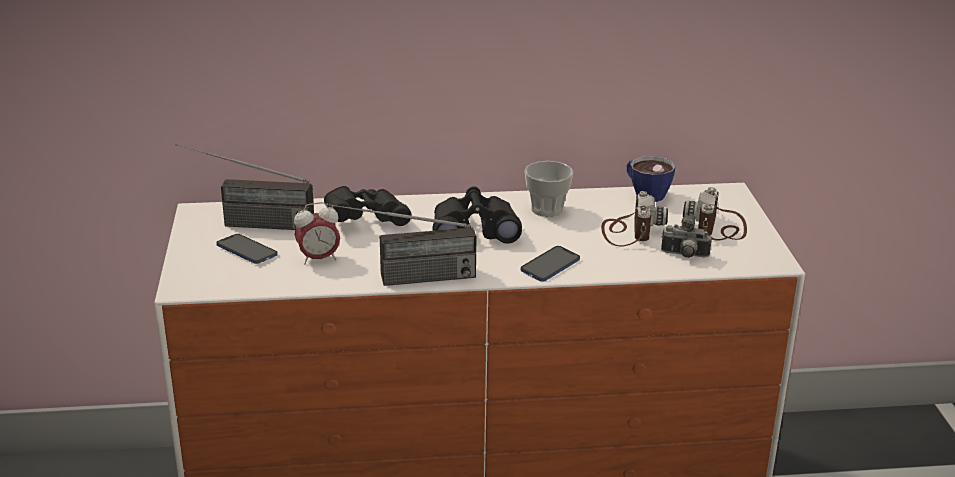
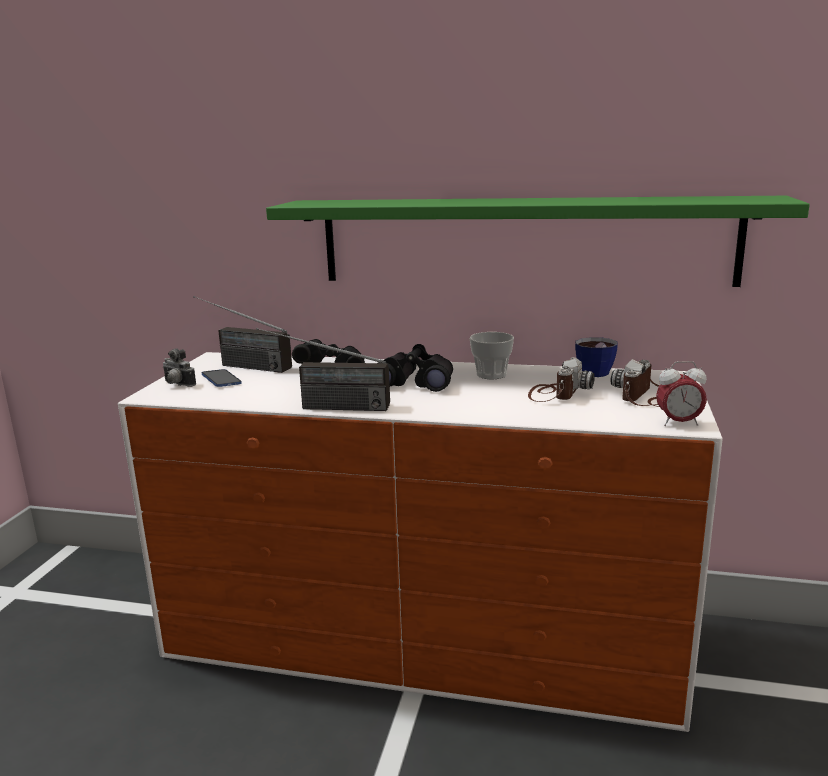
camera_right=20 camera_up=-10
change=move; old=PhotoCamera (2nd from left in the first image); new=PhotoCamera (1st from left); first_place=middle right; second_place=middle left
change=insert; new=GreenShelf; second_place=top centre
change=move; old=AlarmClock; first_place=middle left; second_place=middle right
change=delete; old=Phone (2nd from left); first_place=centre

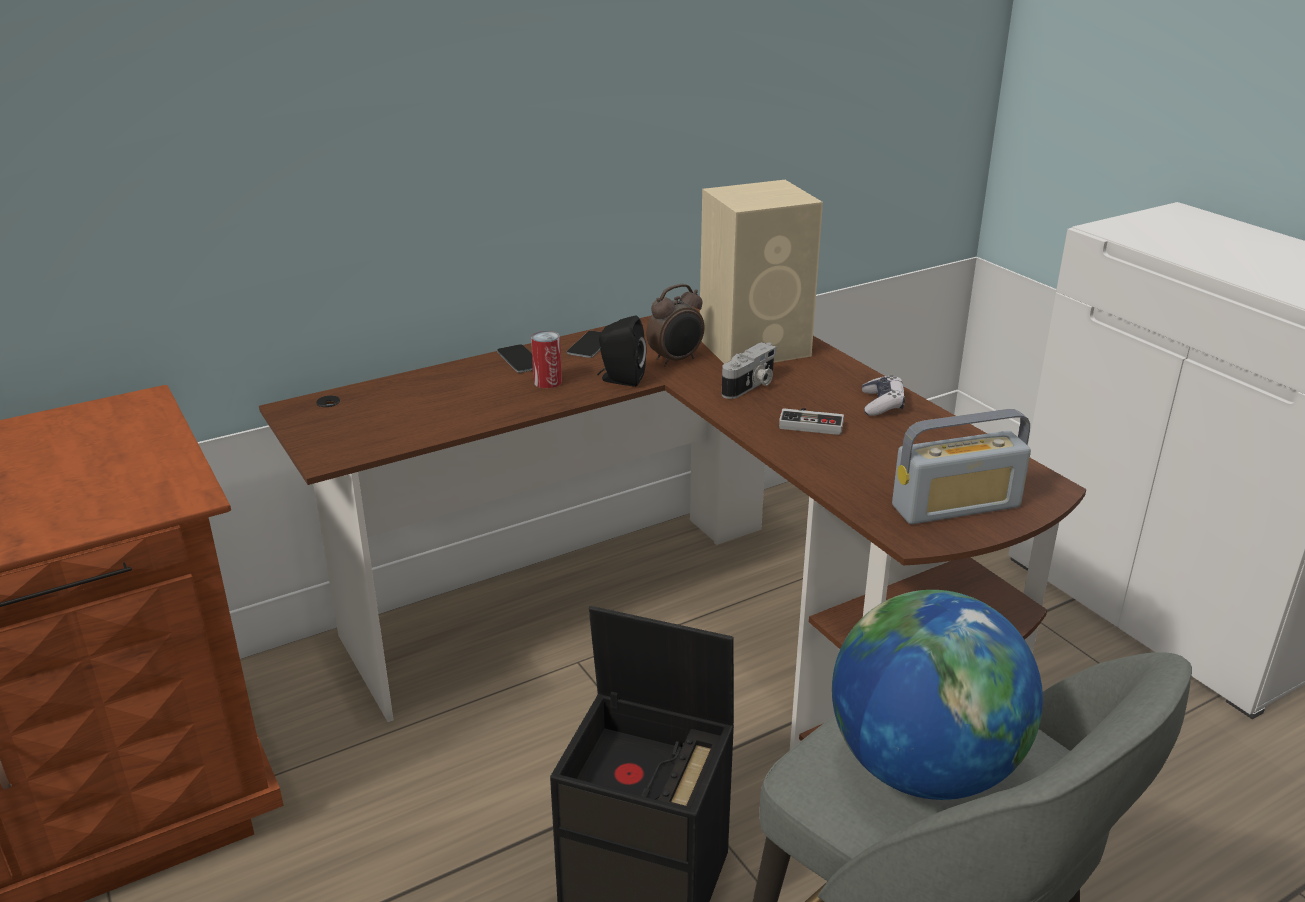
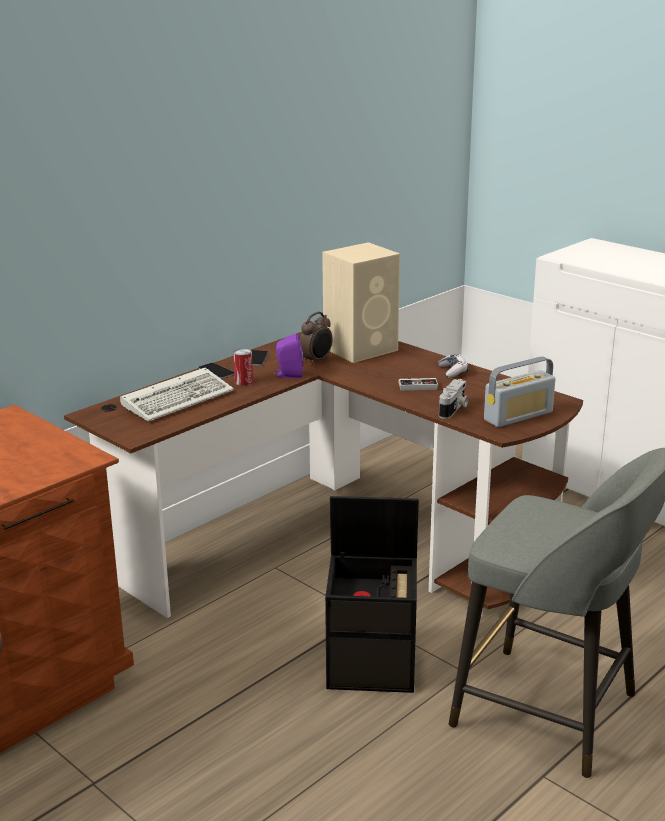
camera_right=-15 camera_up=-5
change=insert; new=Keyboard; second_place=middle left
change=recolor; old=BlackSpeaker; new=PurpleSpeaker; first_place=centre; second_place=centre
change=move; old=PhotoCamera; first_place=centre; second_place=middle right
change=delete; old=Globe; first_place=bottom right

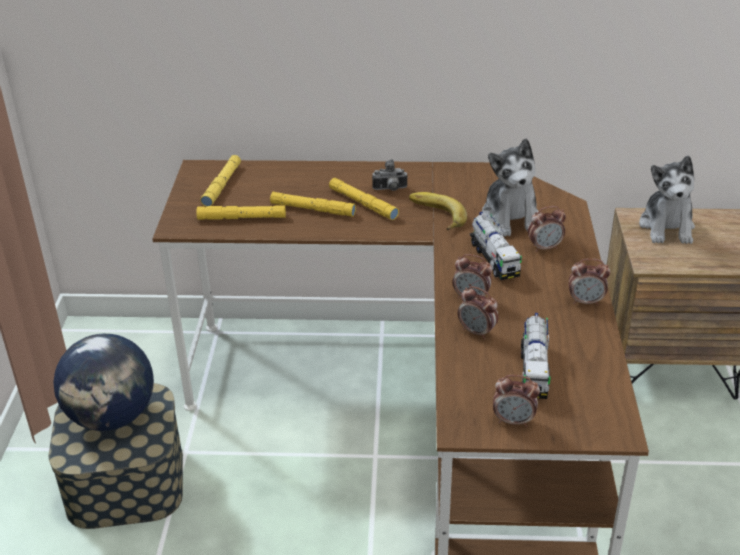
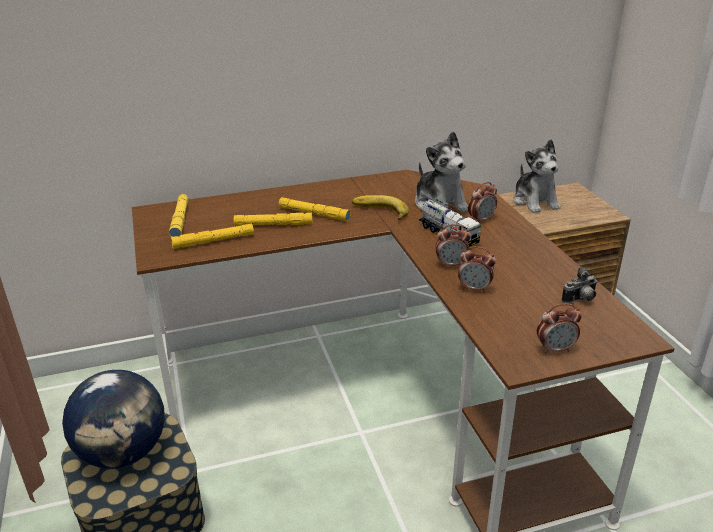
camera_right=-20 camera_up=-5
change=move; old=PhotoCamera; first_place=top centre; second_place=middle right
change=delete; old=ToyTruck (2nd from left); first_place=middle right
change=delete; old=AlarmClock (5th from left); first_place=middle right

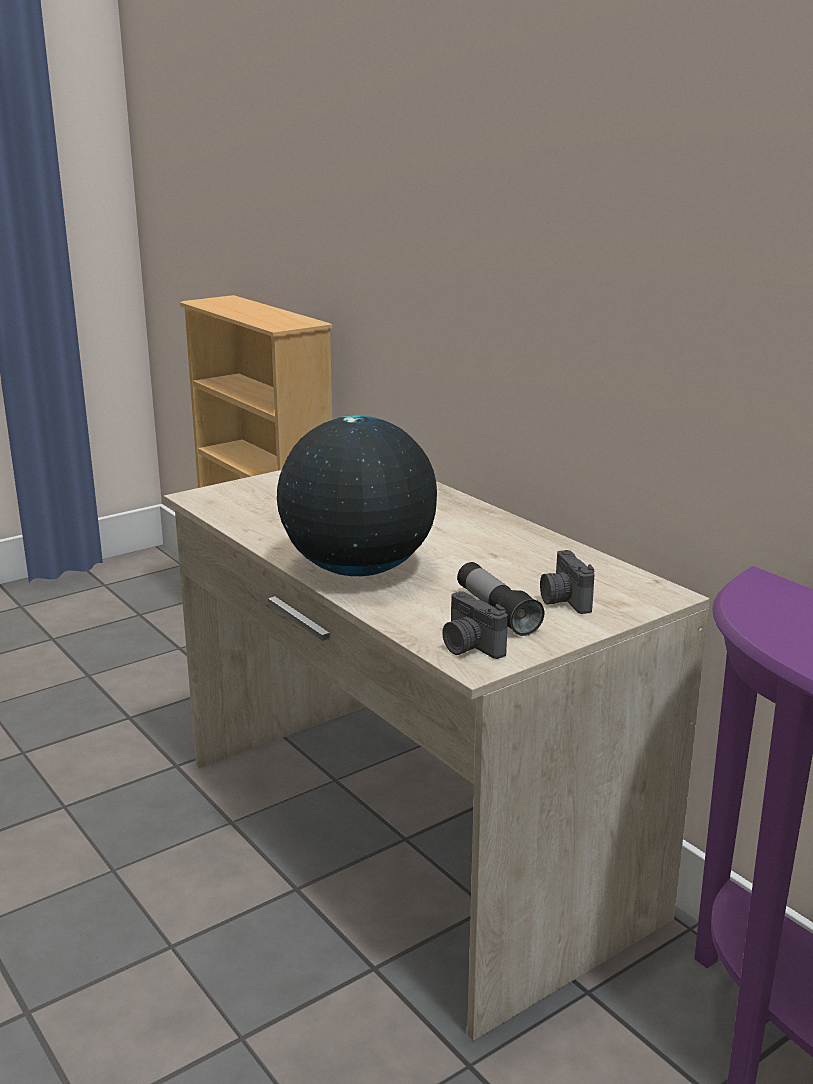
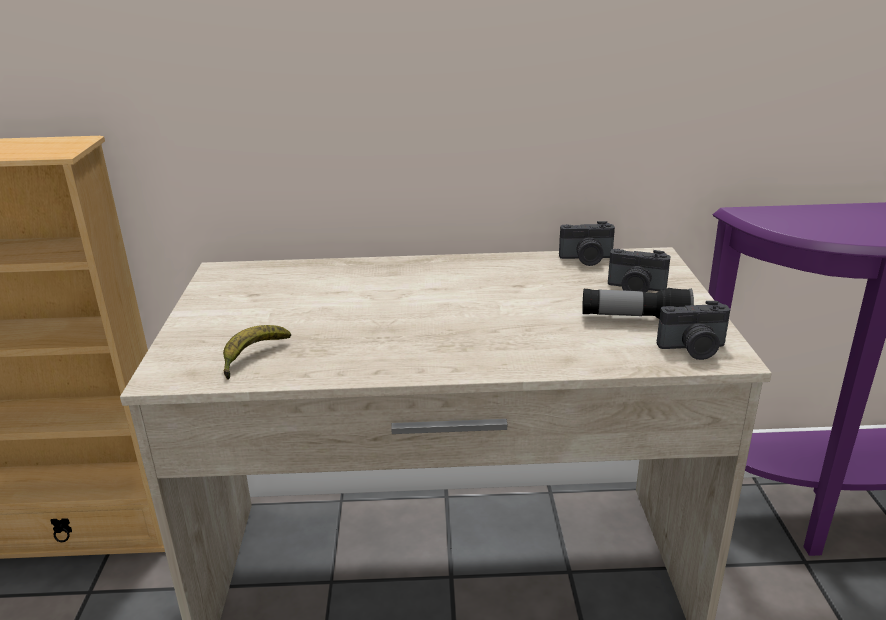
camera_right=-55 camera_up=5
change=insert; new=Banana; second_place=middle left
change=insert; new=PhotoCamera (1st from left); second_place=centre
change=delete; old=Globe; first_place=centre

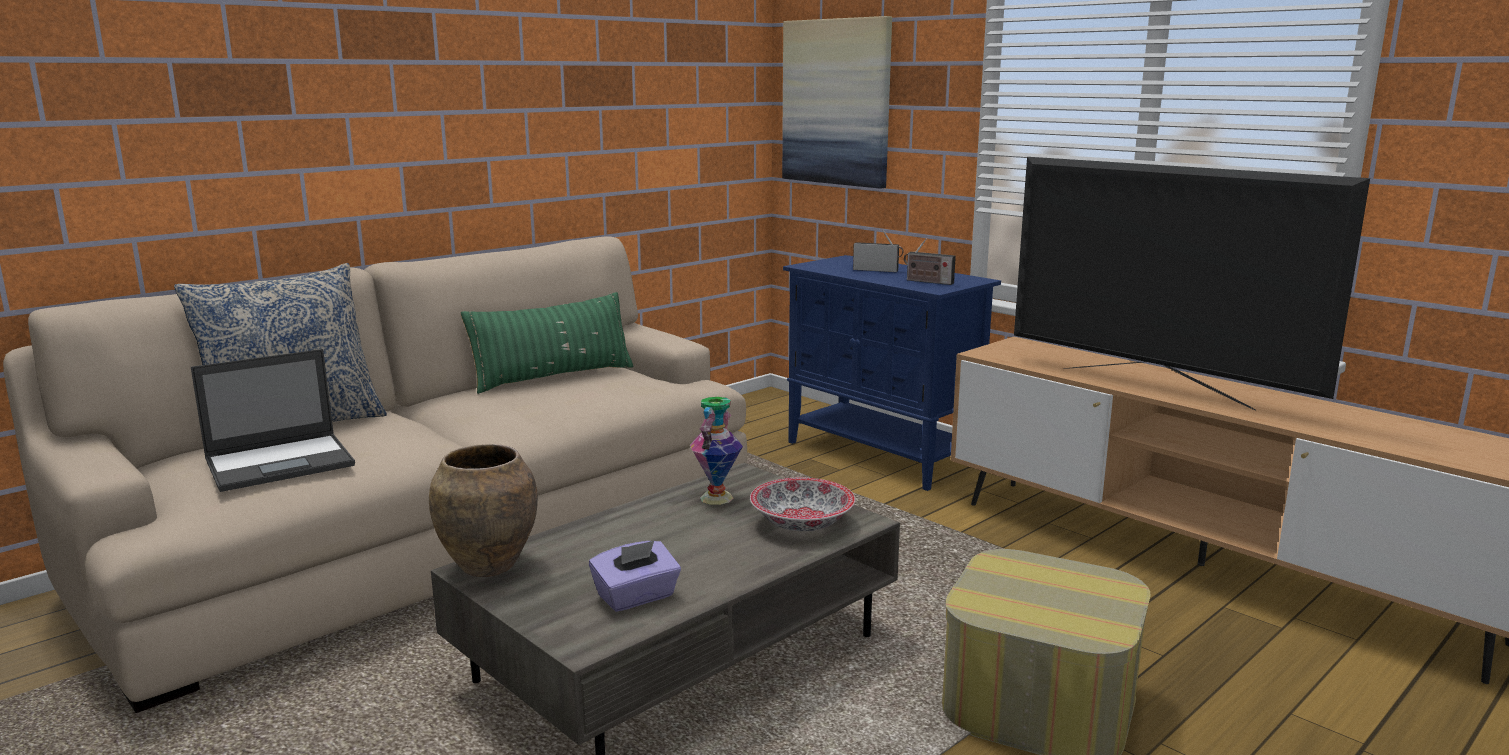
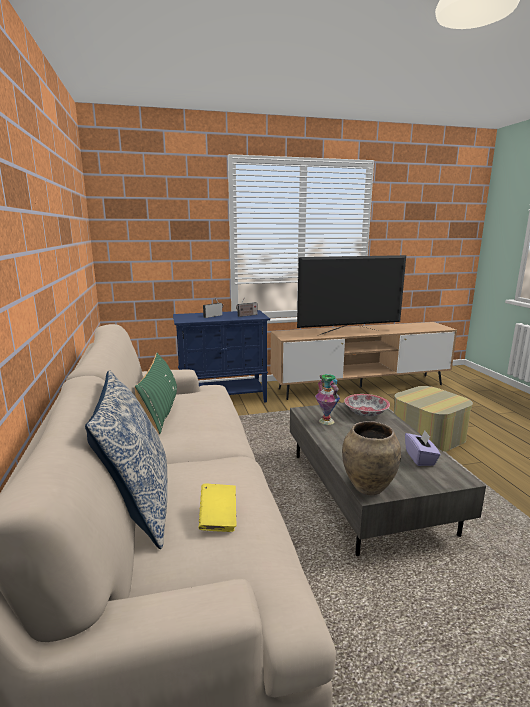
camera_right=-60 camera_up=0
change=replace; old=Laptop; new=YellowBook; first_place=middle left; second_place=bottom centre
change=delete; old=Picture; first_place=top centre

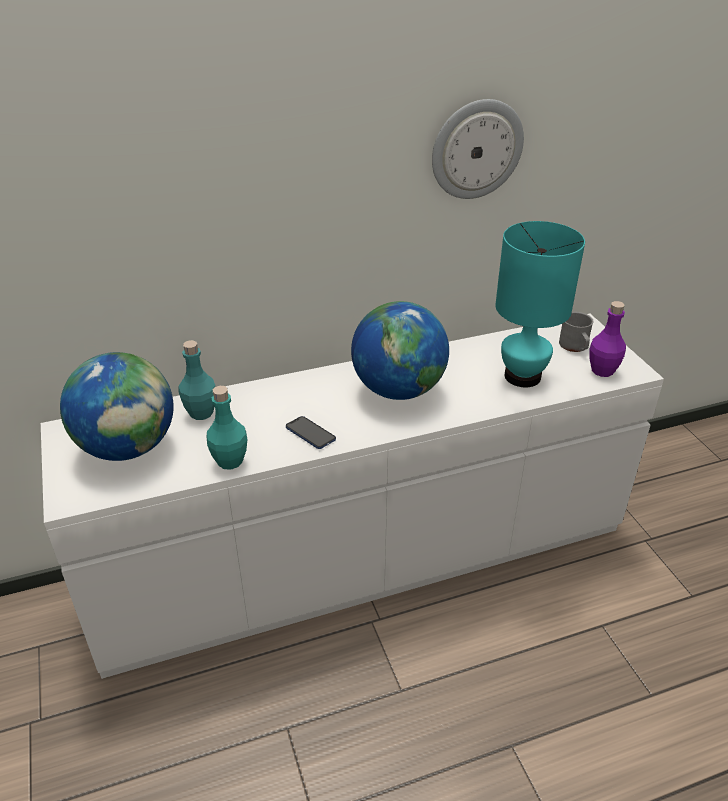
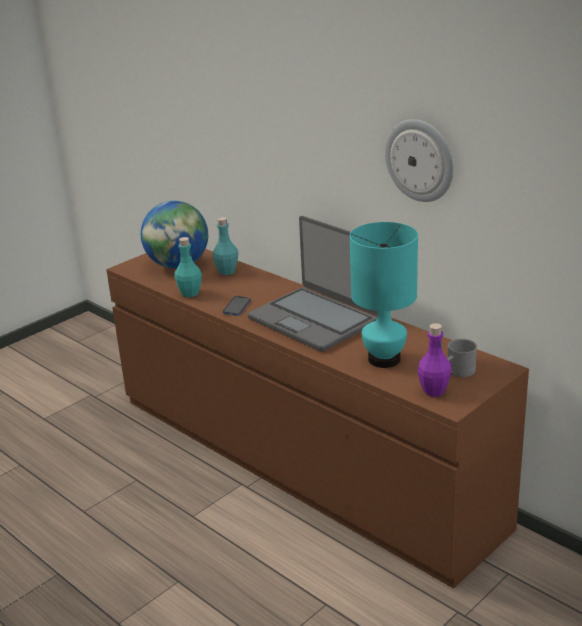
camera_right=65 camera_up=-10
change=recolor; old=WhiteDresser; new=BrownDresser; first_place=centre; second_place=bottom centre
change=replace; old=Globe (2nd from left); new=Laptop; first_place=centre; second_place=centre

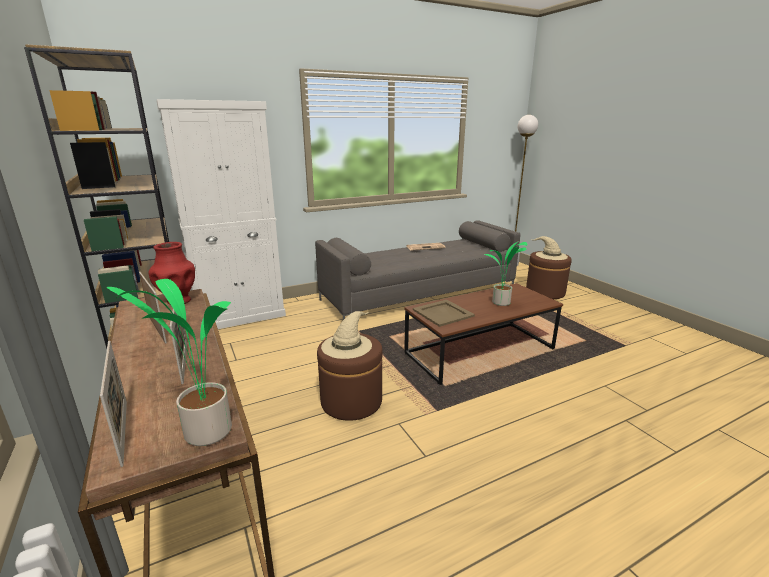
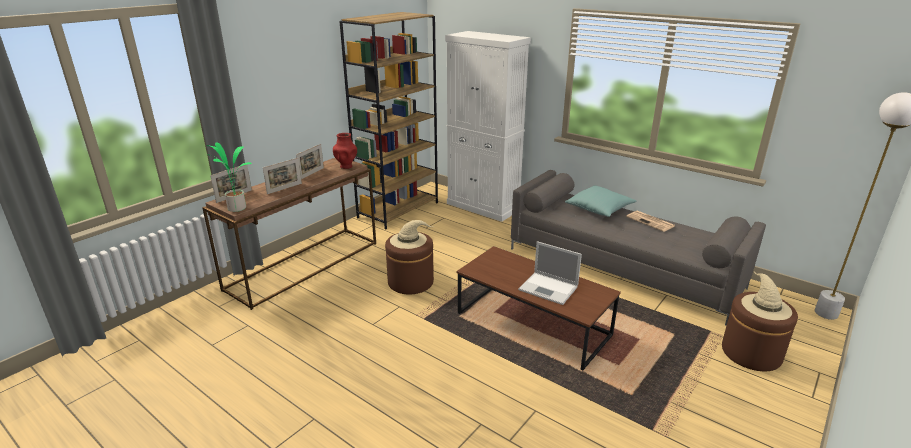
camera_right=65 camera_up=5
change=replace; old=PottedPlant (2nd from left); new=Laptop; first_place=centre; second_place=centre
change=insert; new=TurquoisePillow; second_place=centre
change=delete; old=BeigeTray; first_place=centre

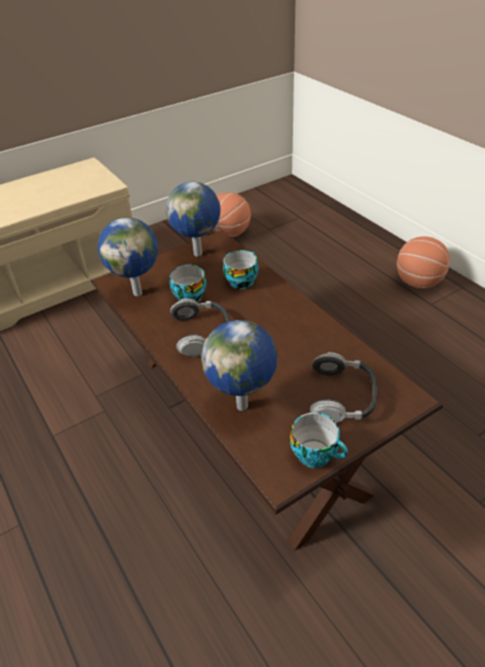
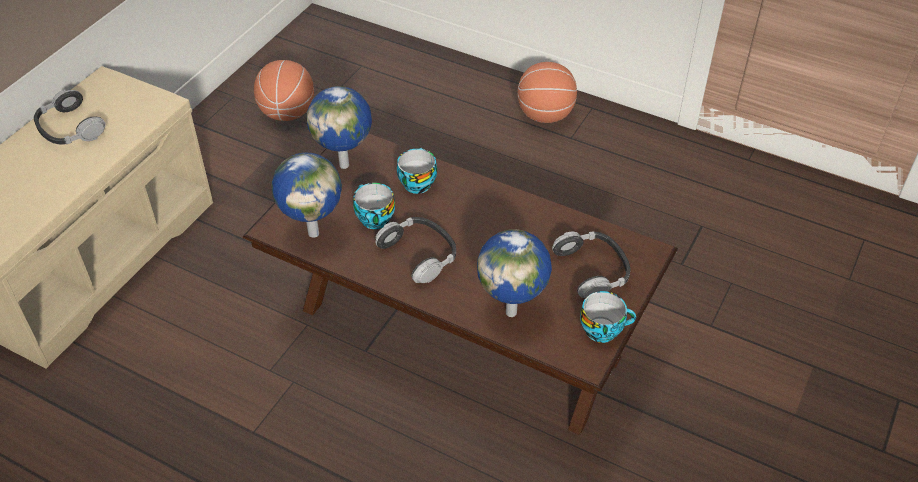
camera_right=-30 camera_up=5
change=insert; new=Headphones (1st from left); second_place=top left

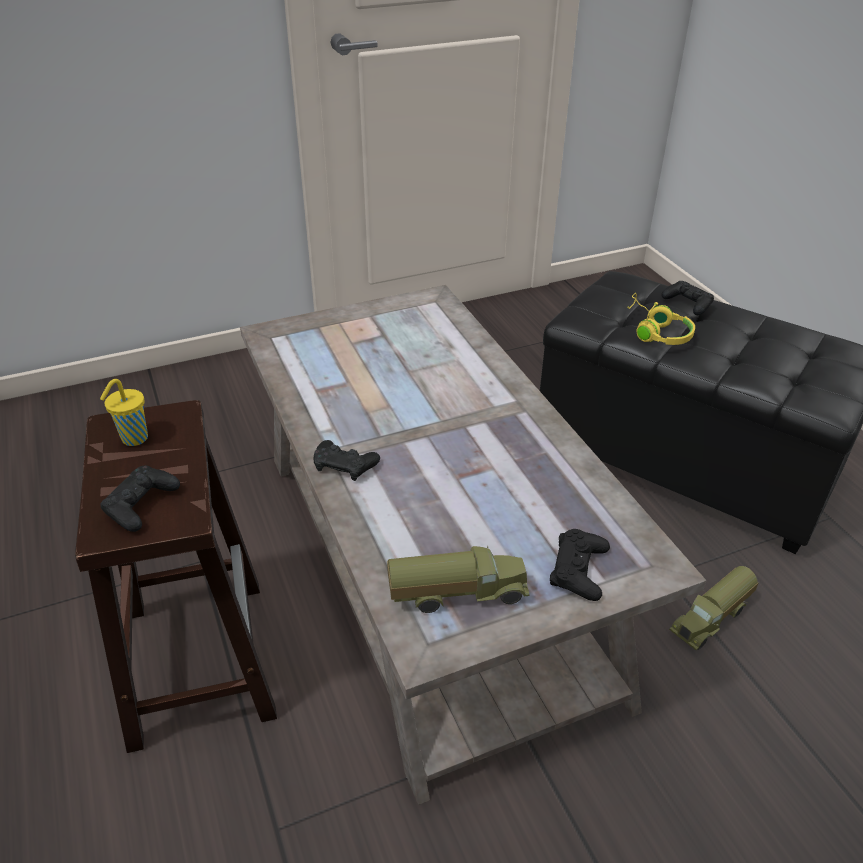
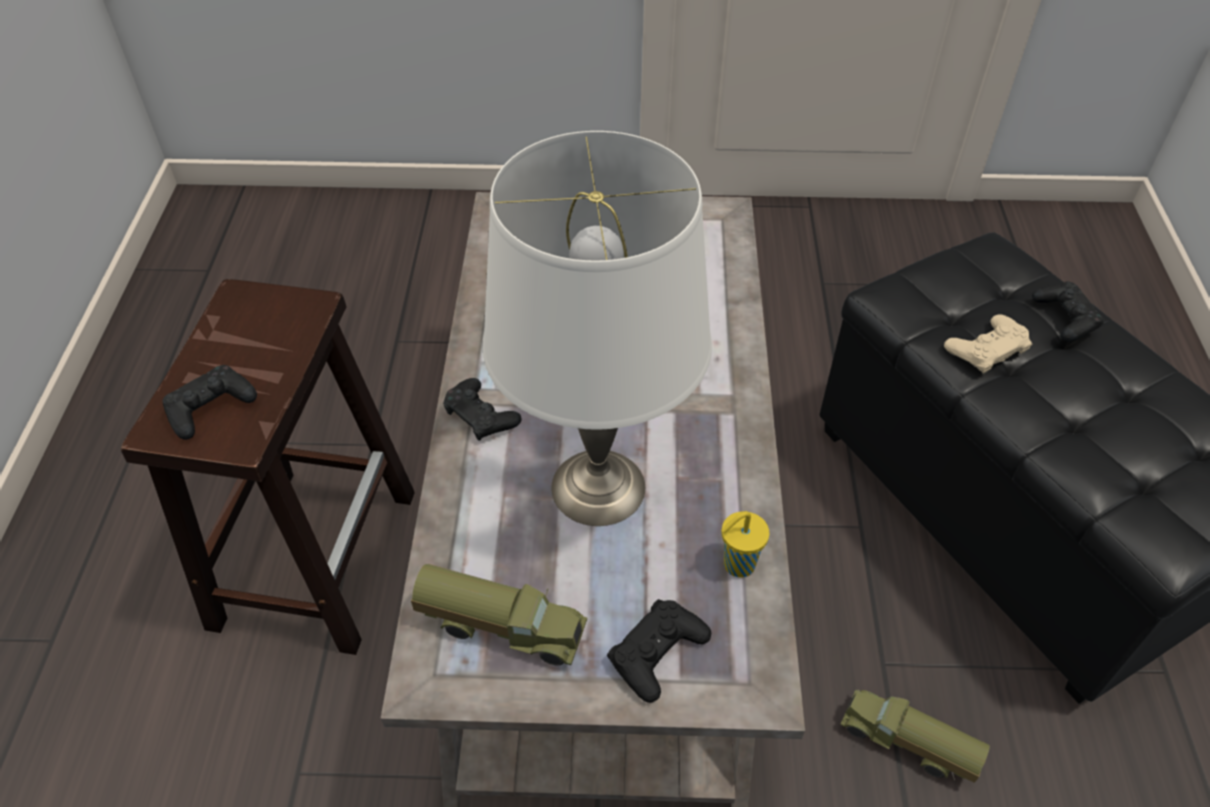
camera_right=25 camera_up=10
change=insert; new=WhiteTableLamp; second_place=centre
change=move; old=YellowCup; first_place=middle left; second_place=bottom centre
change=rotate; old=ToyTruck (2nd from left); first_place=bottom right; second_place=bottom right; degrees=45
change=replace; old=YellowHeadphones; new=BeigeGameController; first_place=middle right; second_place=middle right

